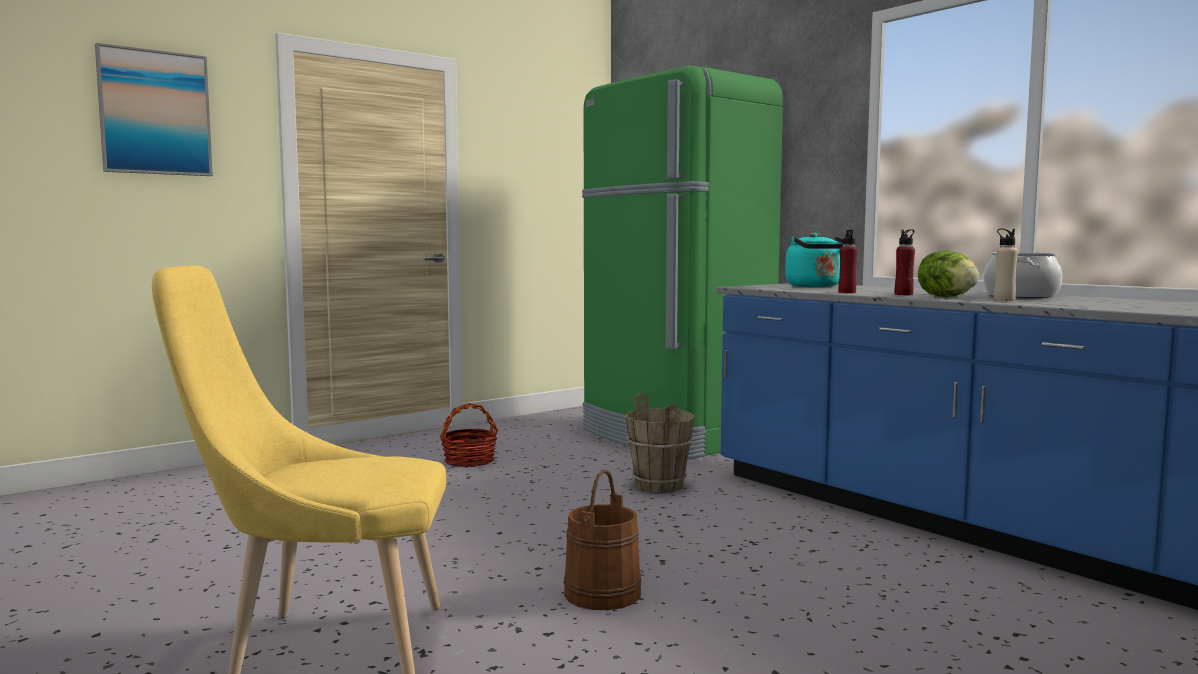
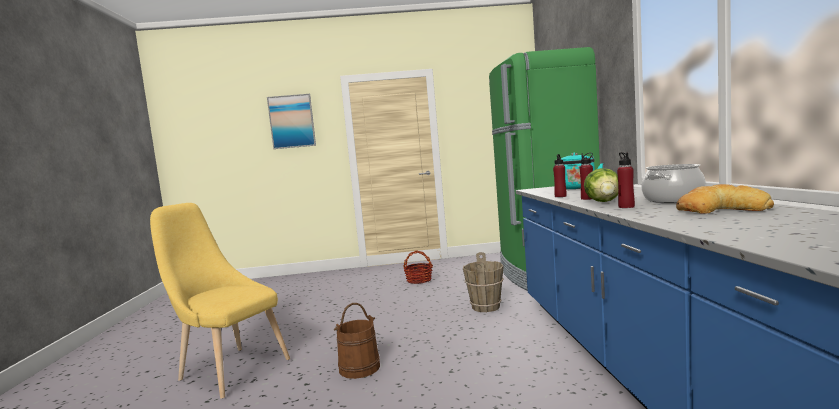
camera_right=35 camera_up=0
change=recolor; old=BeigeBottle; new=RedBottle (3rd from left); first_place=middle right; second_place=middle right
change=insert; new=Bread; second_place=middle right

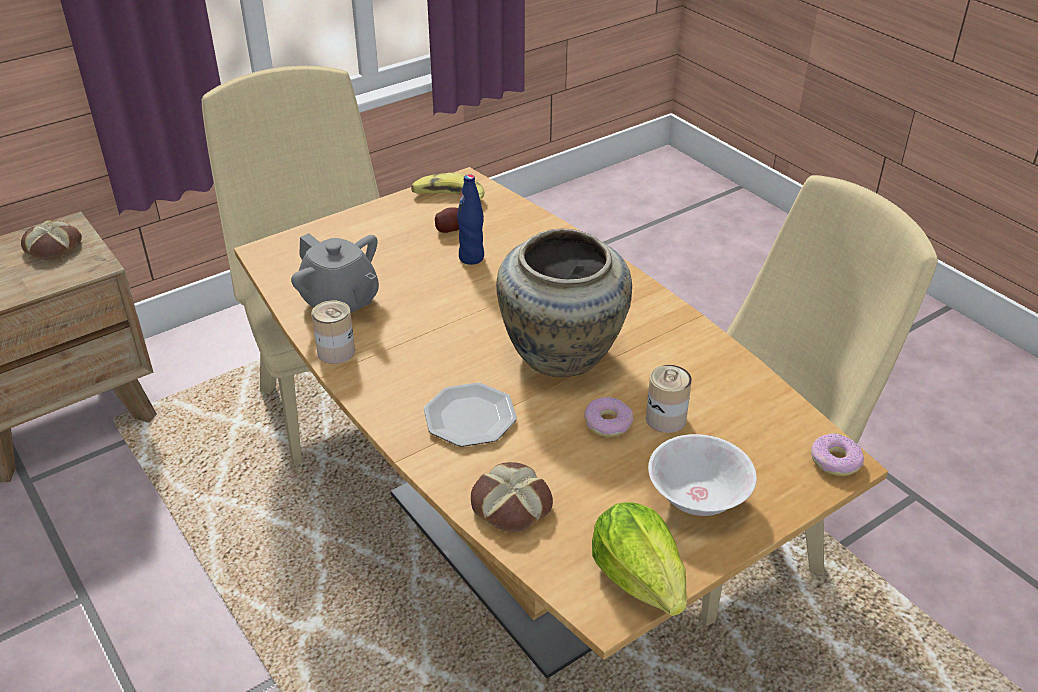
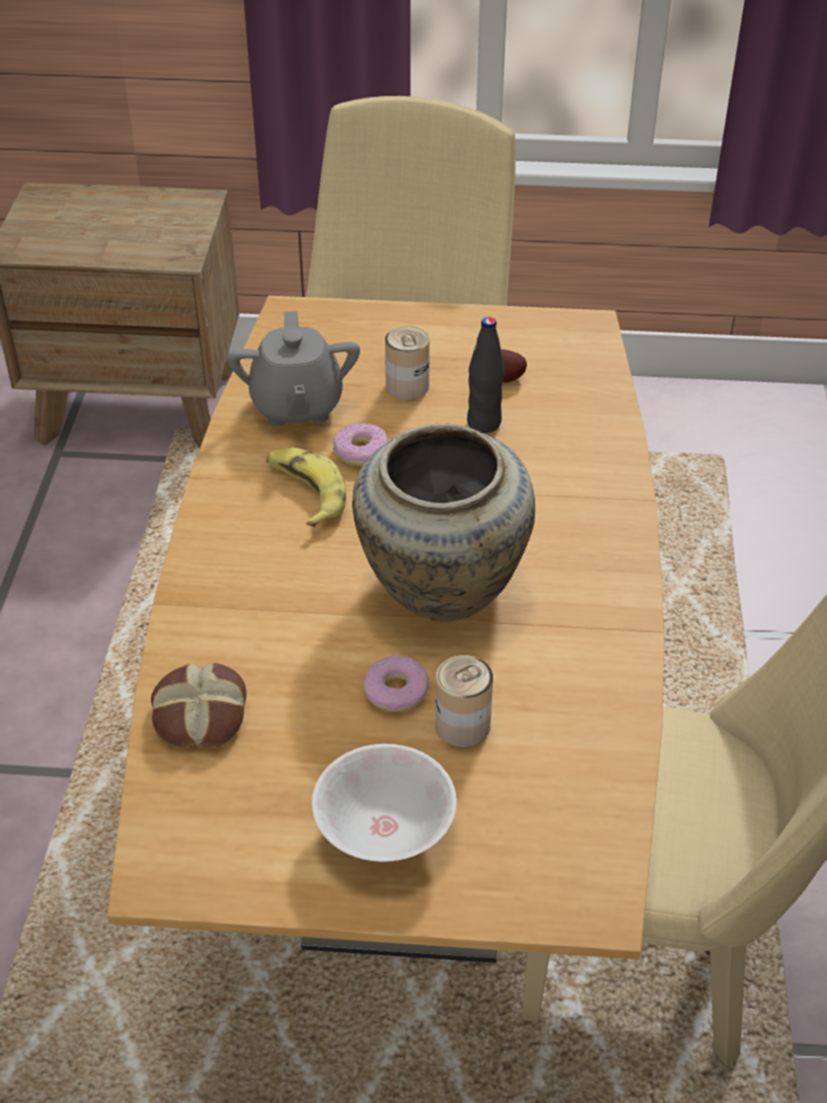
camera_right=40 camera_up=5
change=move; old=Banana; first_place=top centre; second_place=centre
change=move; old=Donut (2nd from left in the first image); new=Donut (1st from left); first_place=middle right; second_place=centre
change=move; old=Can (1st from left); first_place=middle left; second_place=top centre
change=recolor; old=BlueBottle; new=BlackBottle; first_place=top centre; second_place=centre
change=delete; old=Bread (1st from left); first_place=middle left
change=delete; old=Plate; first_place=centre
change=delete; old=Lettuce; first_place=bottom centre

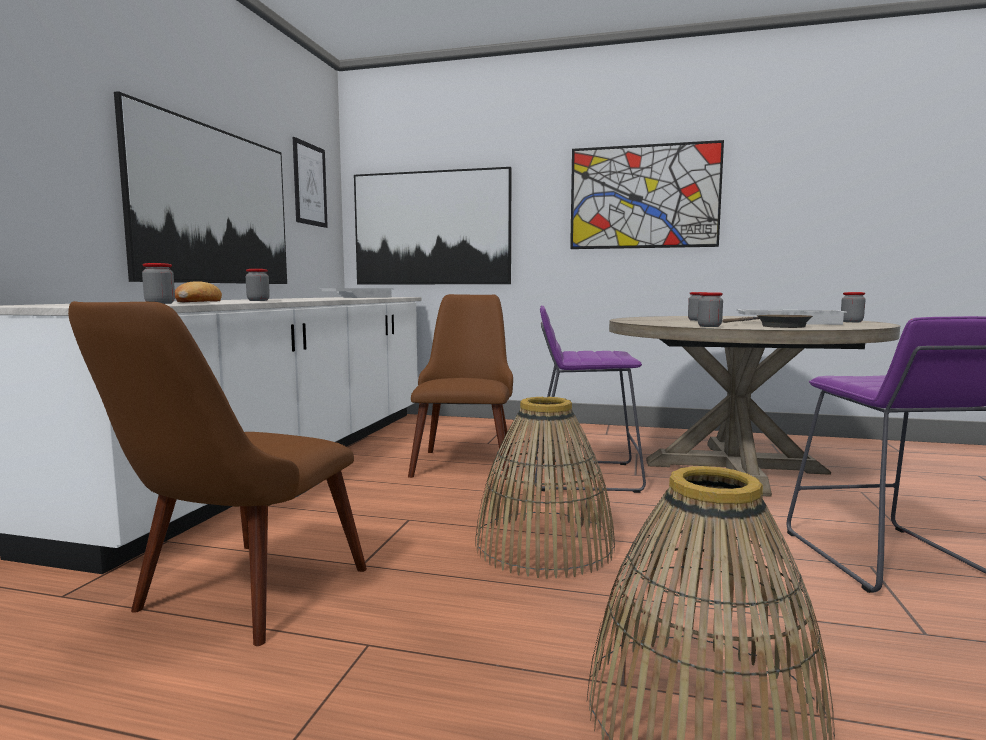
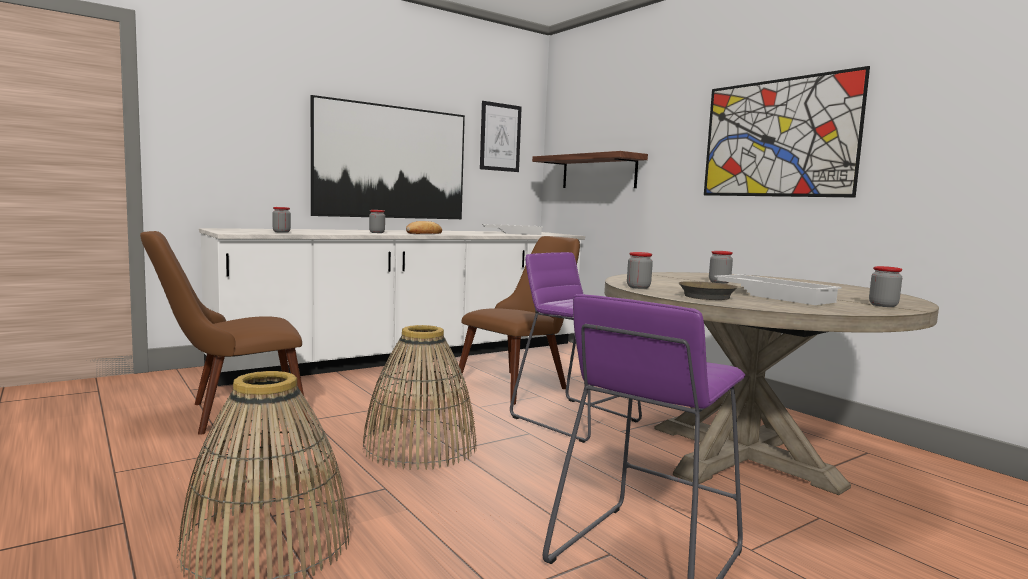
camera_right=40 camera_up=0
change=move; old=Bread; first_place=middle left; second_place=centre
change=replace; old=Picture (3rd from left); new=Shelf; first_place=top centre; second_place=top centre

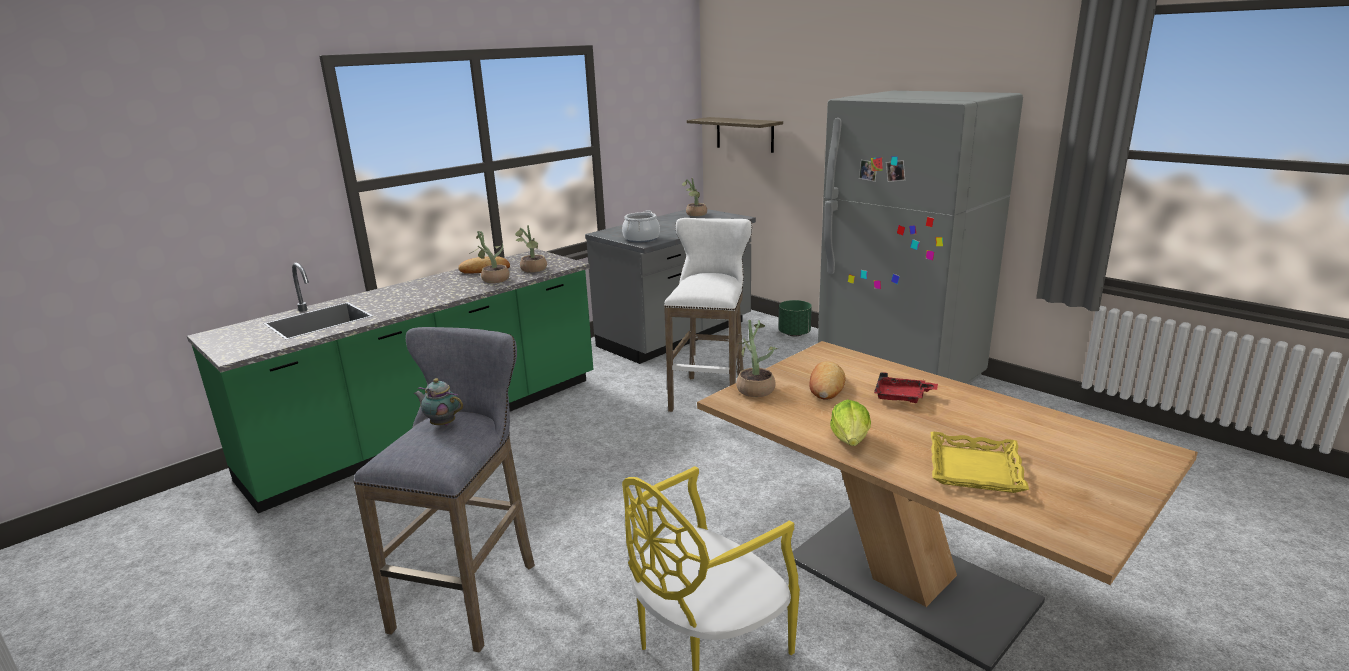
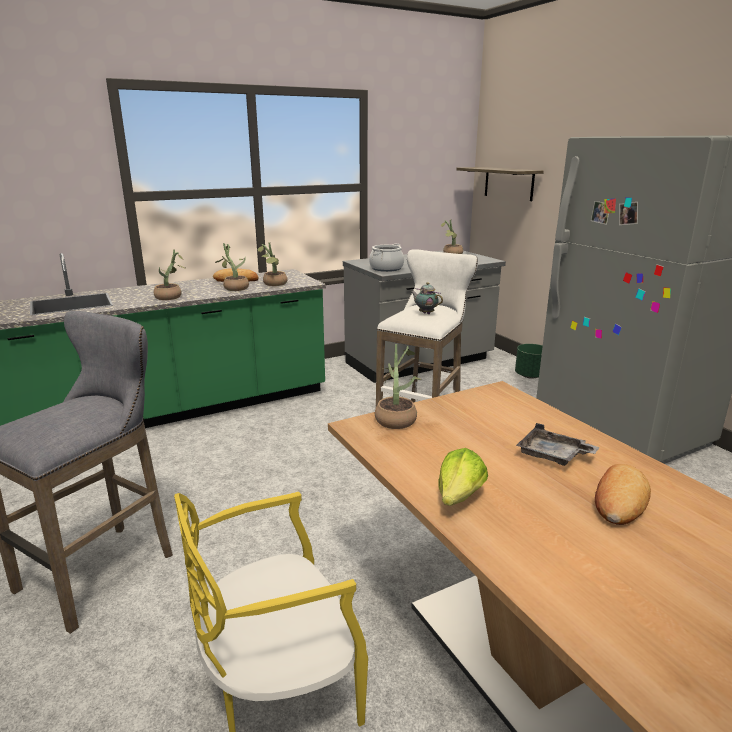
camera_right=15 camera_up=0
change=insert; new=PottedPlant (1st from left); second_place=middle left
change=move; old=Teapot; first_place=middle left; second_place=centre
change=recolor; old=RedTray; new=GreyTray; first_place=middle right; second_place=middle right
change=move; old=Bread (2nd from left); first_place=centre; second_place=bottom right
change=delete; old=YellowTray; first_place=bottom right

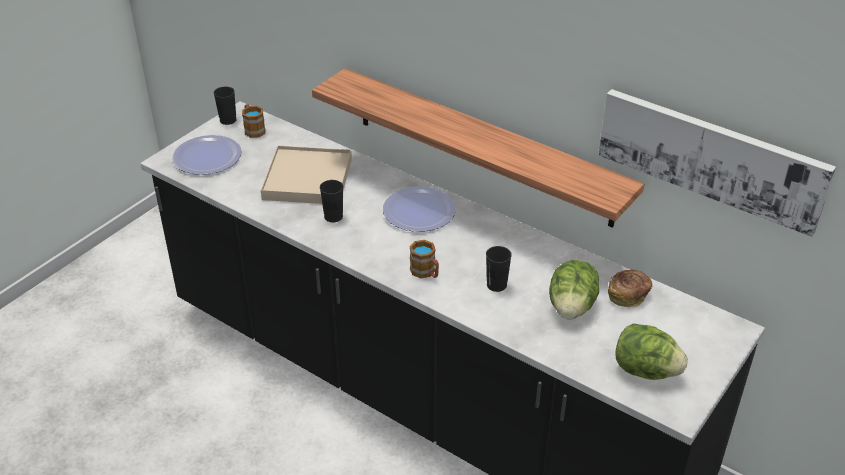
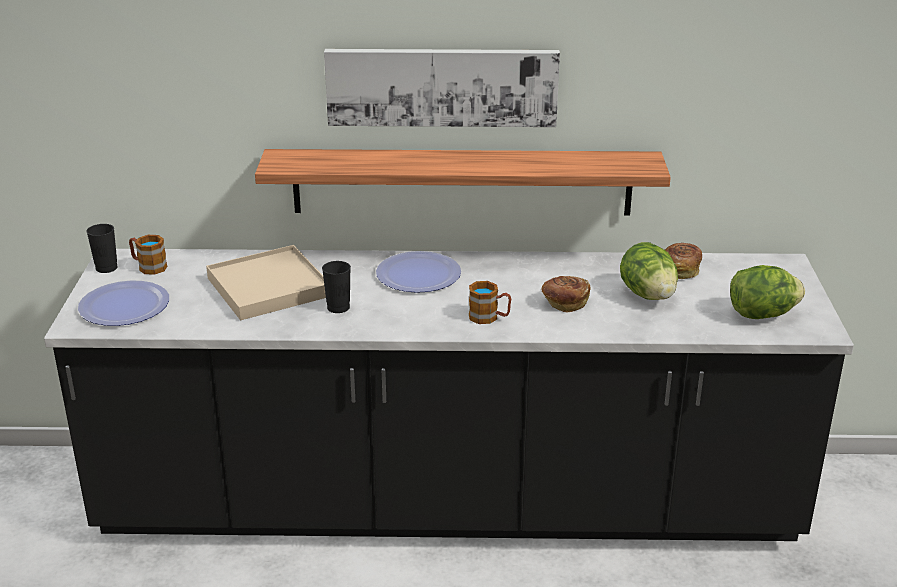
camera_right=-35 camera_up=-10
change=move; old=Picture; first_place=middle right; second_place=top centre
change=replace; old=BlackCup (3rd from left); new=Bread (1st from left); first_place=centre; second_place=centre

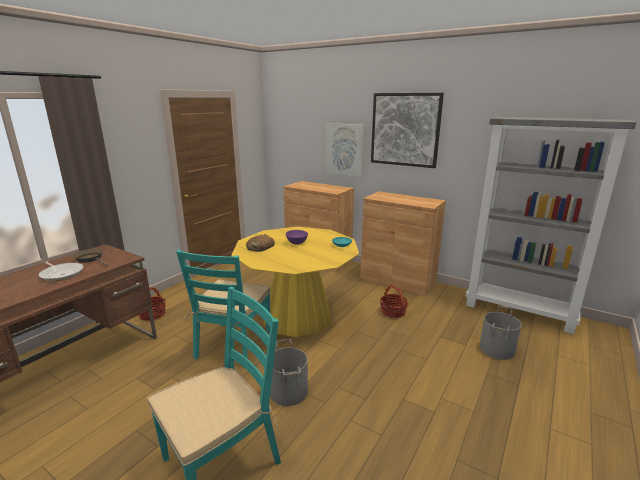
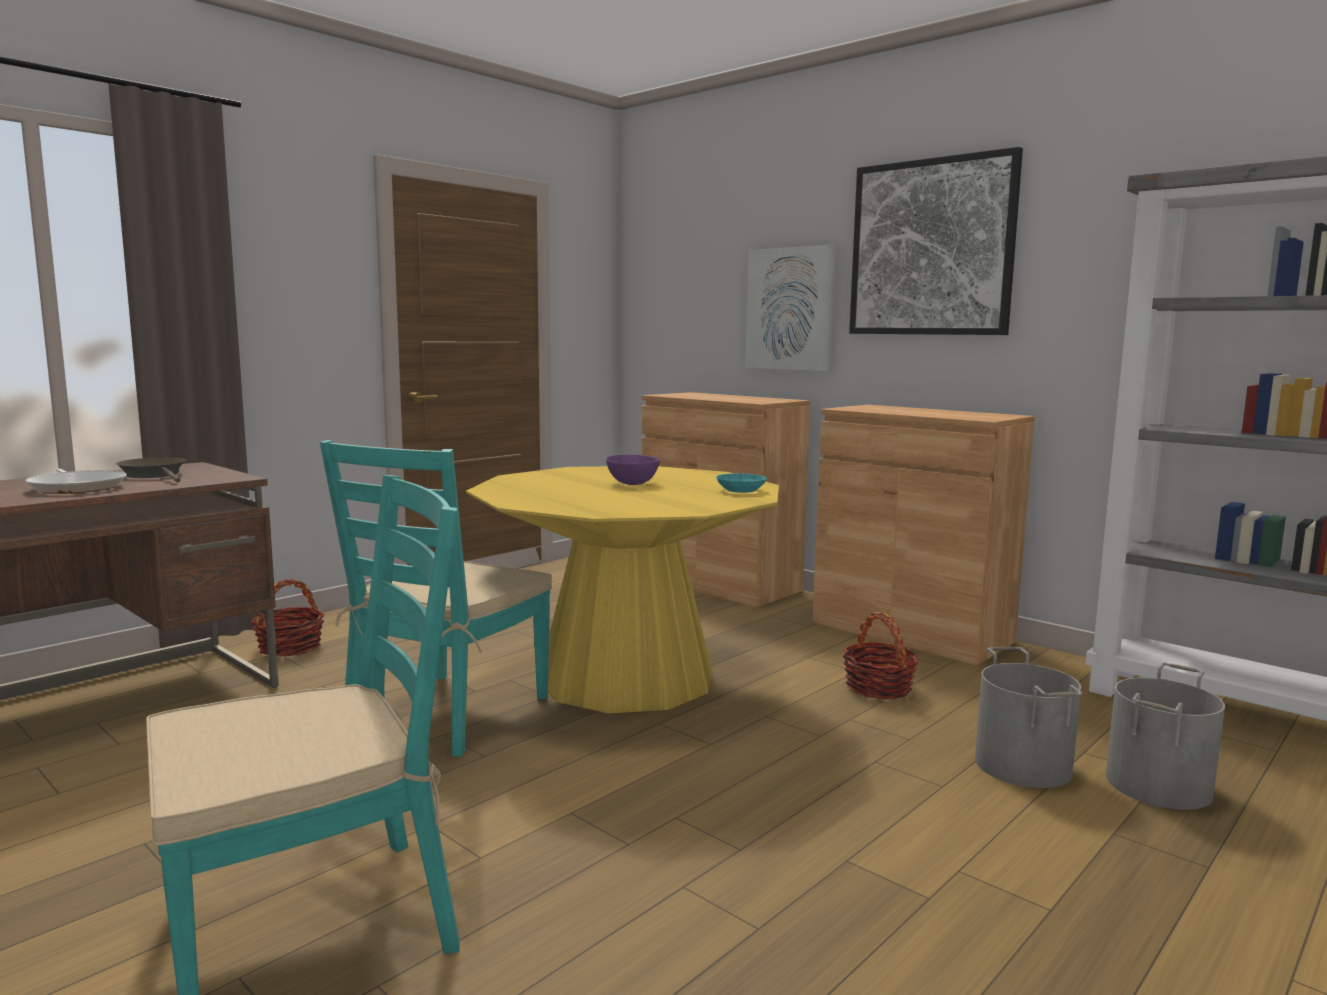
camera_right=10 camera_up=-10
change=move; old=GreyBucket (1st from left); first_place=bottom centre; second_place=bottom right
change=delete; old=Bread; first_place=centre

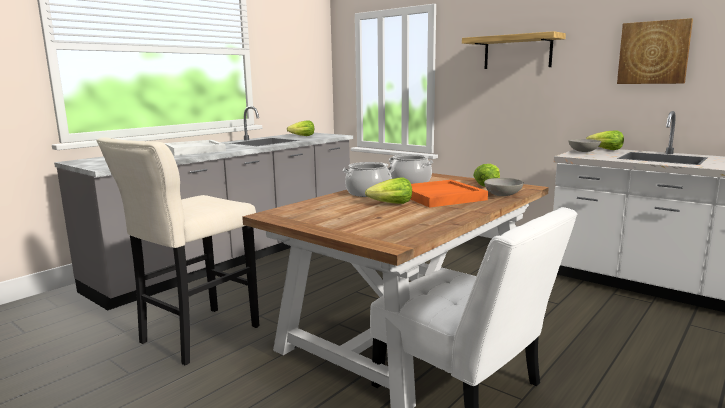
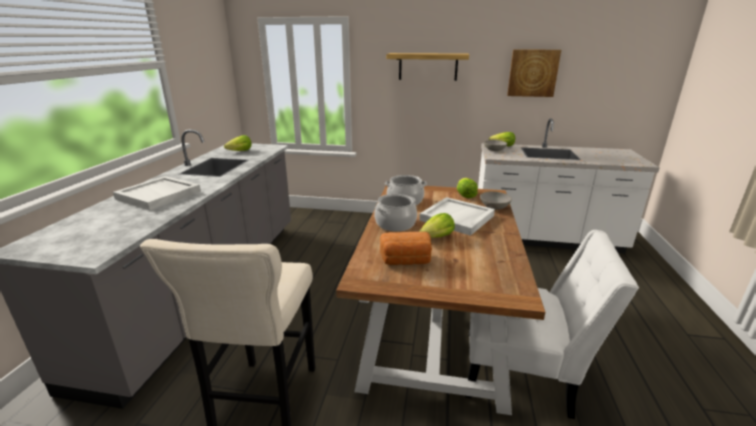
camera_right=-30 camera_up=10
change=insert; new=Bread; second_place=centre
change=recolor; old=OrangeTray; new=WhiteTray (2nd from left); first_place=centre; second_place=centre

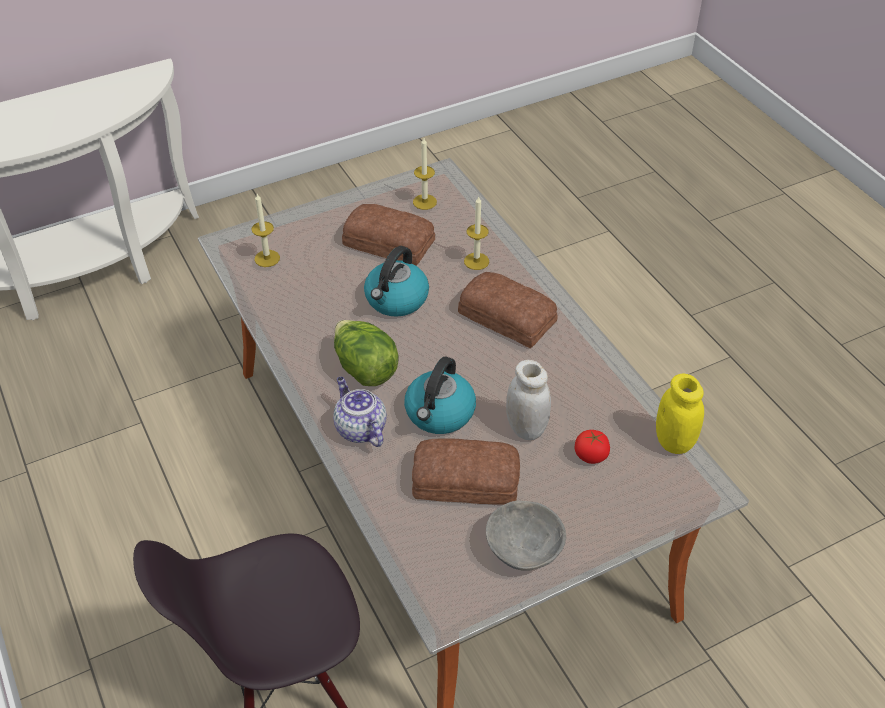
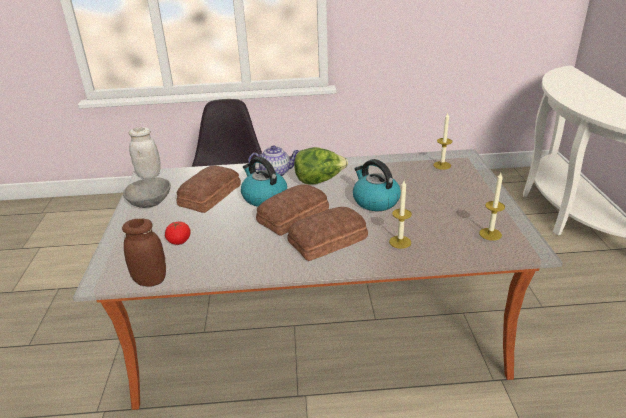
camera_right=115 camera_up=-15
change=recolor; old=YellowJar; new=BrownJar; first_place=middle right; second_place=middle left
change=move; old=WhiteJar; first_place=centre; second_place=middle left
change=move; old=Bread (1st from left in the first image); new=Bread (2nd from left); first_place=top centre; second_place=centre

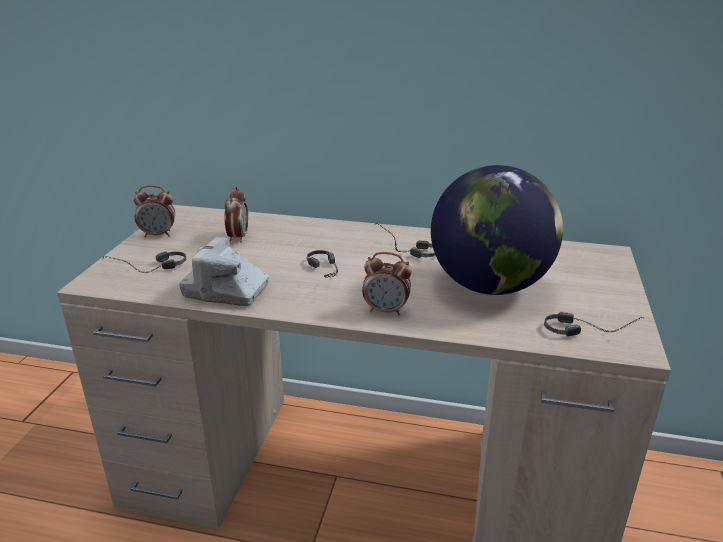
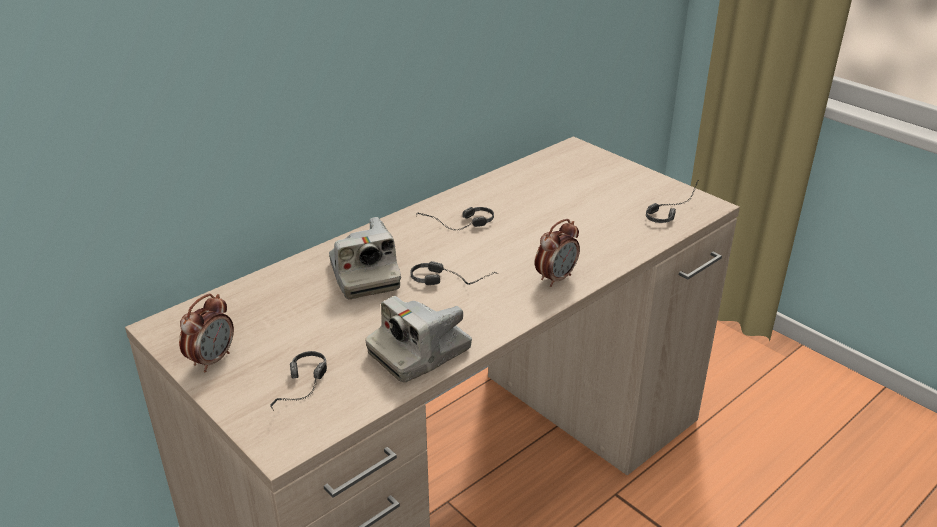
camera_right=-55 camera_up=5
change=insert; new=PhotoCamera (1st from left); second_place=centre
change=delete; old=AlarmClock (2nd from left); first_place=middle left
change=delete; old=Globe; first_place=middle right

